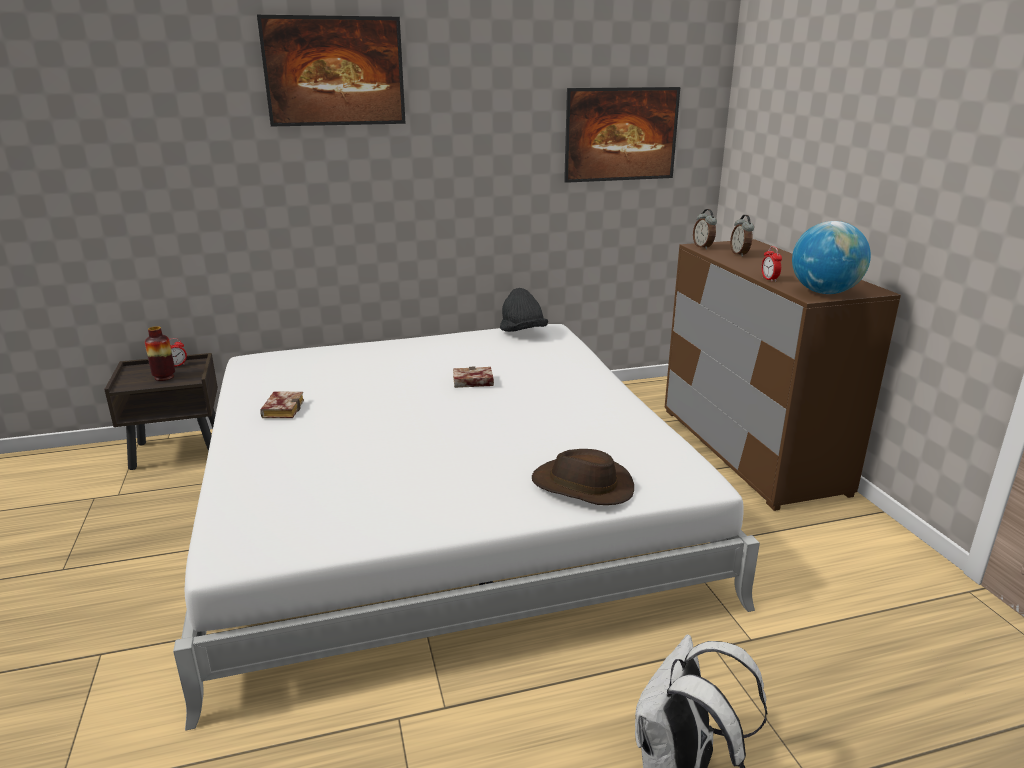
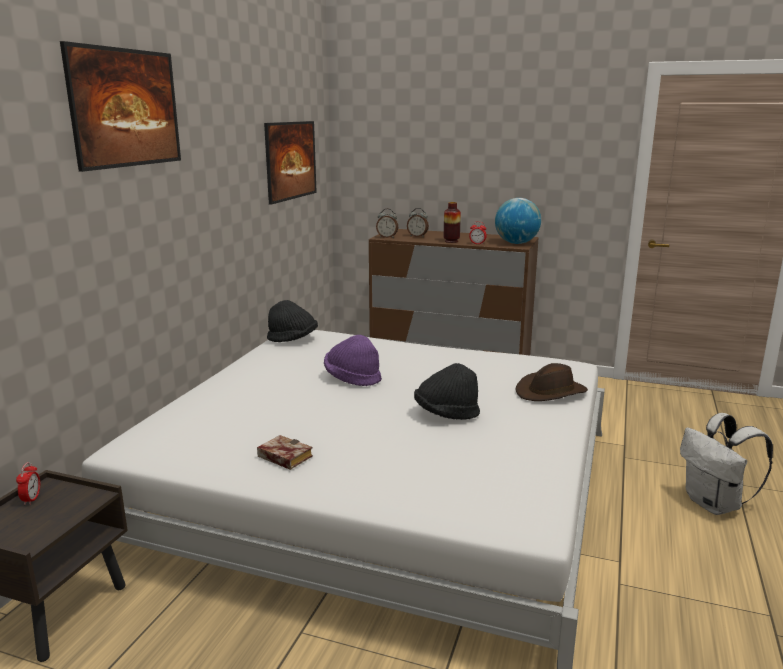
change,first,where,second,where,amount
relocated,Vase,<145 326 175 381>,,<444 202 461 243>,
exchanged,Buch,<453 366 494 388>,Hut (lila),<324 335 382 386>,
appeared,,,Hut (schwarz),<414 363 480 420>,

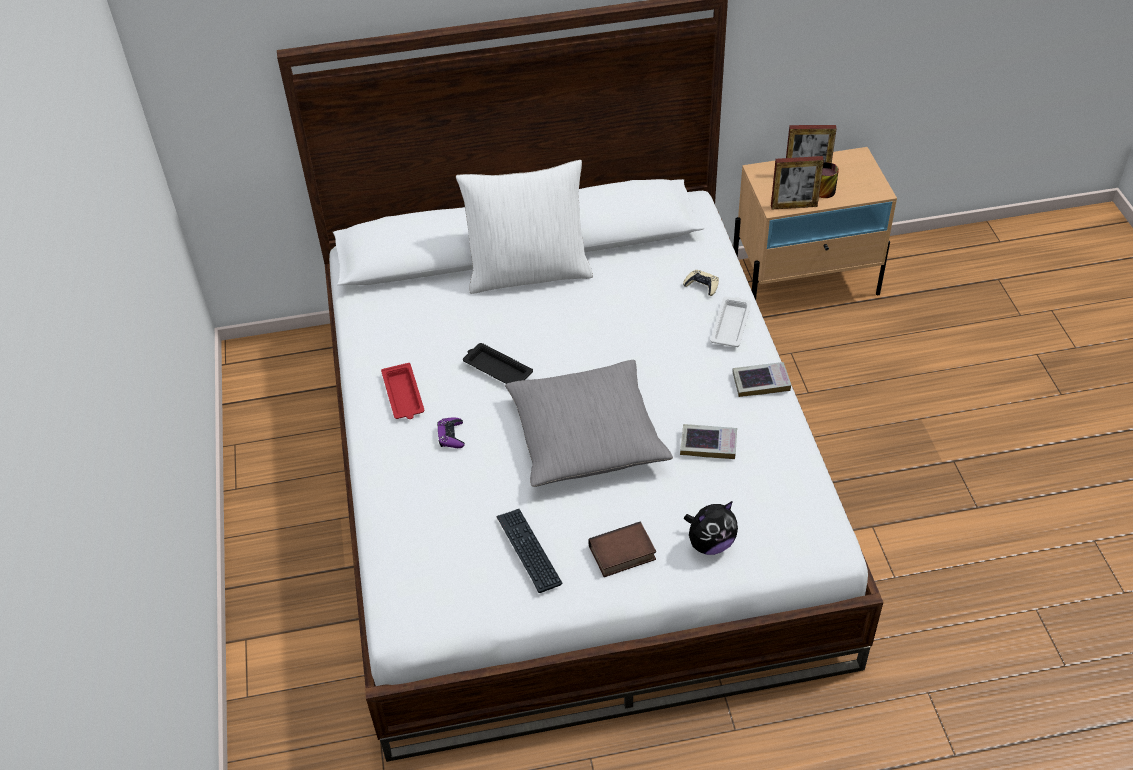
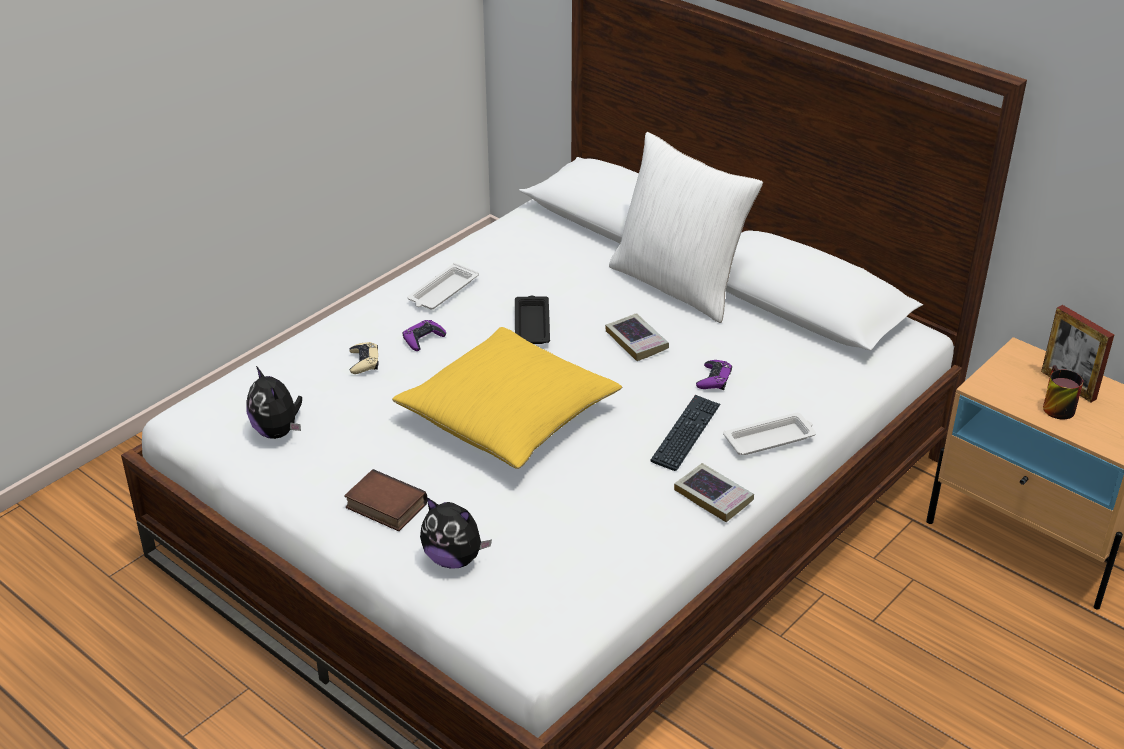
change,first,where,second,where,amount
missing,Bilderrahmen,<771 156 824 210>,,,
relocated,Gamepad (beige),<683 270 719 296>,,<349 342 378 374>,
colour,Kissen (grau),<505 360 673 487>,Kissen (gelb),<392 327 622 469>,
colour,Tablett (rot),<381 363 424 419>,Tablett (weiß),<407 263 479 310>,
relocated,Buch,<680 424 737 459>,,<605 313 669 361>,
relocated,Tastatur,<496 509 562 593>,,<650 395 721 471>,
appeared,,,Gamepad (lila),<696 360 732 390>,
appeared,,,Plüschtier,<247 366 302 439>,

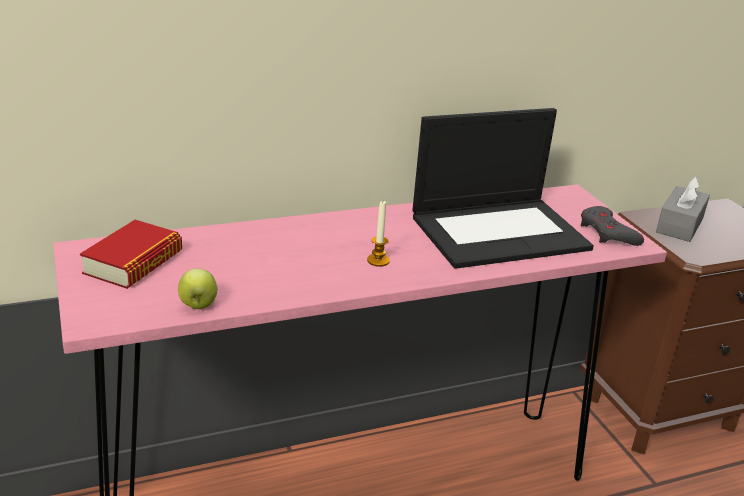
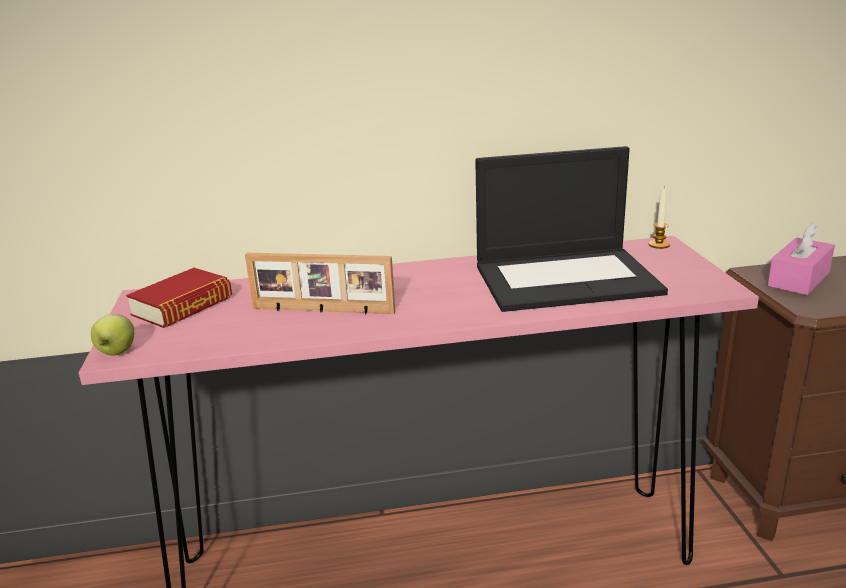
change,first,where,second,where,amount
colour,Taschentuchbox (grau),<656 177 710 242>,Taschentuchbox (rosa),<767 223 835 295>,
relocated,Kerze,<367 201 390 267>,,<648 187 670 249>,
missing,Gamepad (grau),<581 206 644 246>,,,
relocated,Apfel,<178 269 217 309>,,<91 314 134 356>,
appeared,,,Bilderrahmen,<245 253 395 314>,

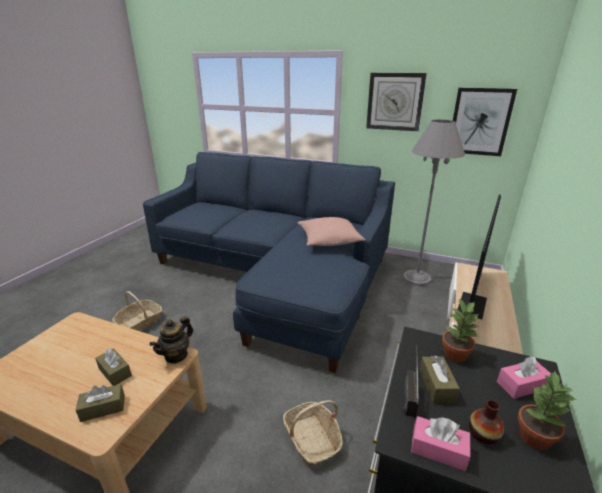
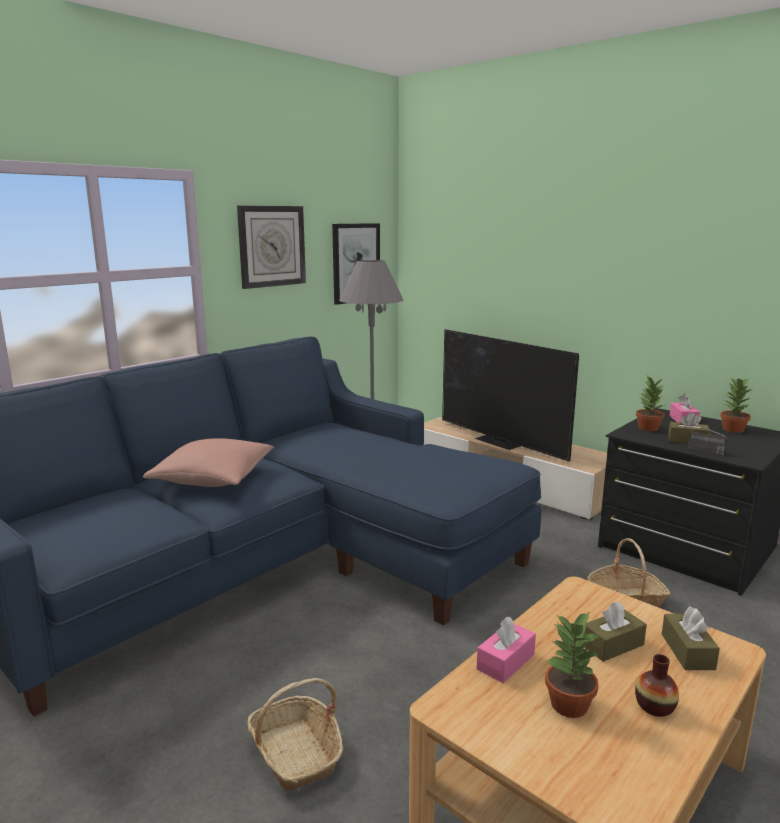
change,first,where,second,where,amount
relocated,Kissen (rosa),<297 217 365 246>,,<143 438 274 487>,
missing,Teekanne,<149 316 193 364>,,,
relocated,Vase,<469 400 504 445>,,<635 654 679 717>,
relocated,Taschentuchbox (rosa),<411 416 470 471>,,<477 617 536 683>,
appeared,,,Topfpflanze,<545 612 601 718>,

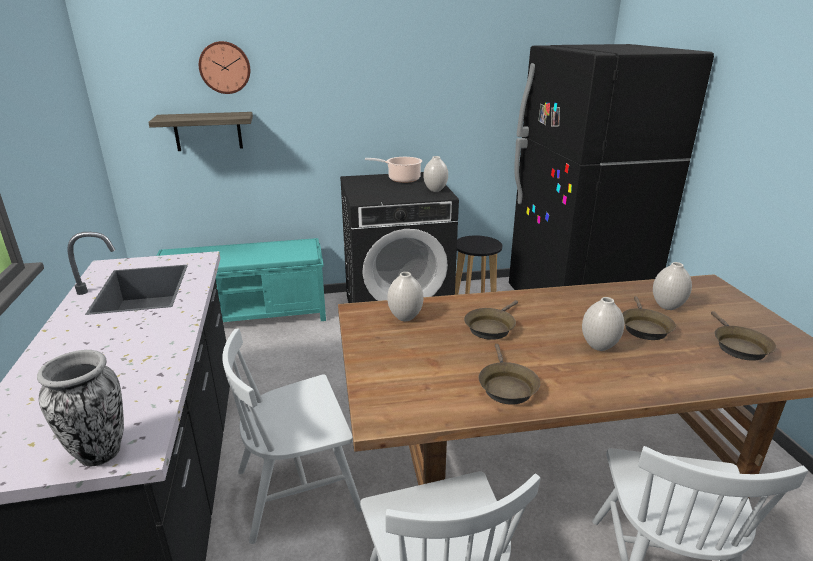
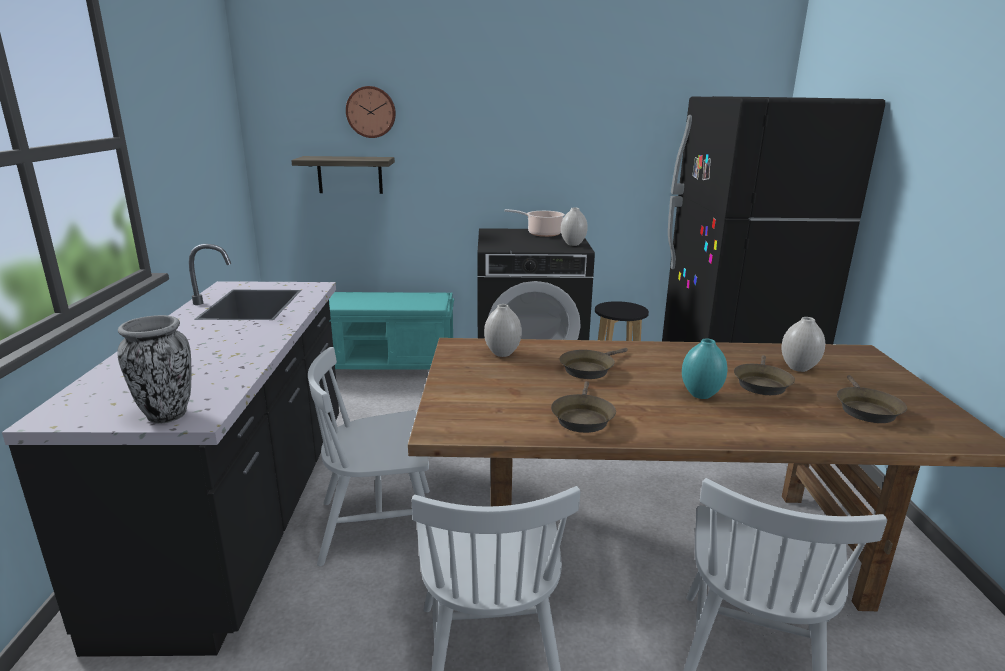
change,first,where,second,where,amount
colour,Vase (weiß),<582 297 624 351>,Vase (türkis),<682 339 727 399>,

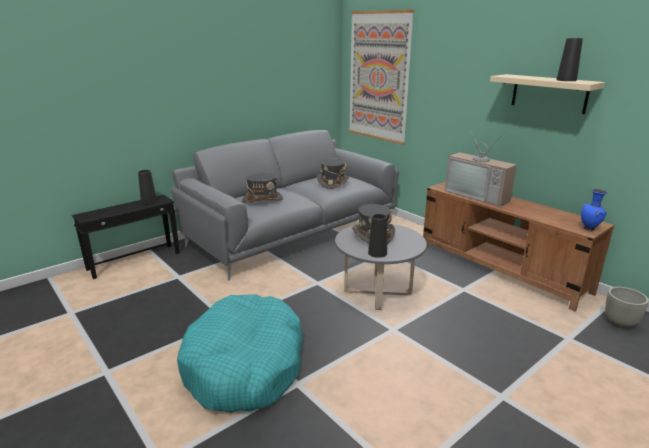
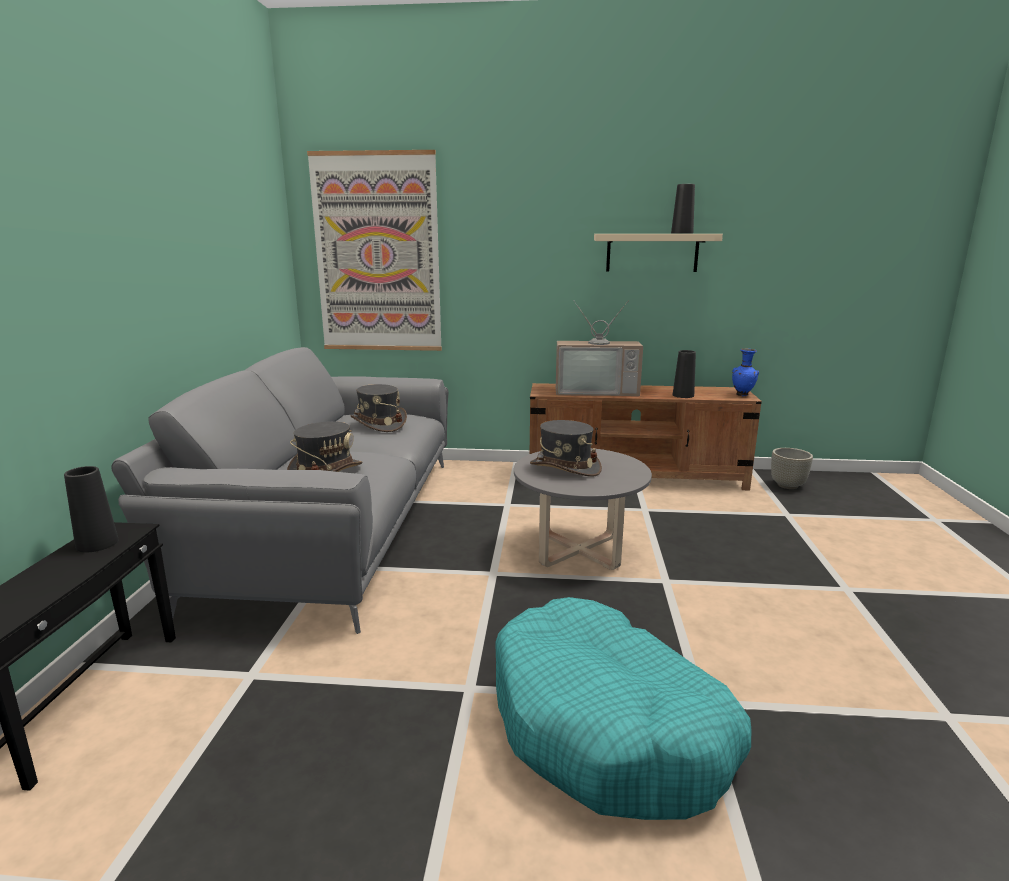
change,first,where,second,where,amount
relocated,Vase (schwarz),<368 214 387 258>,,<673 350 696 398>,

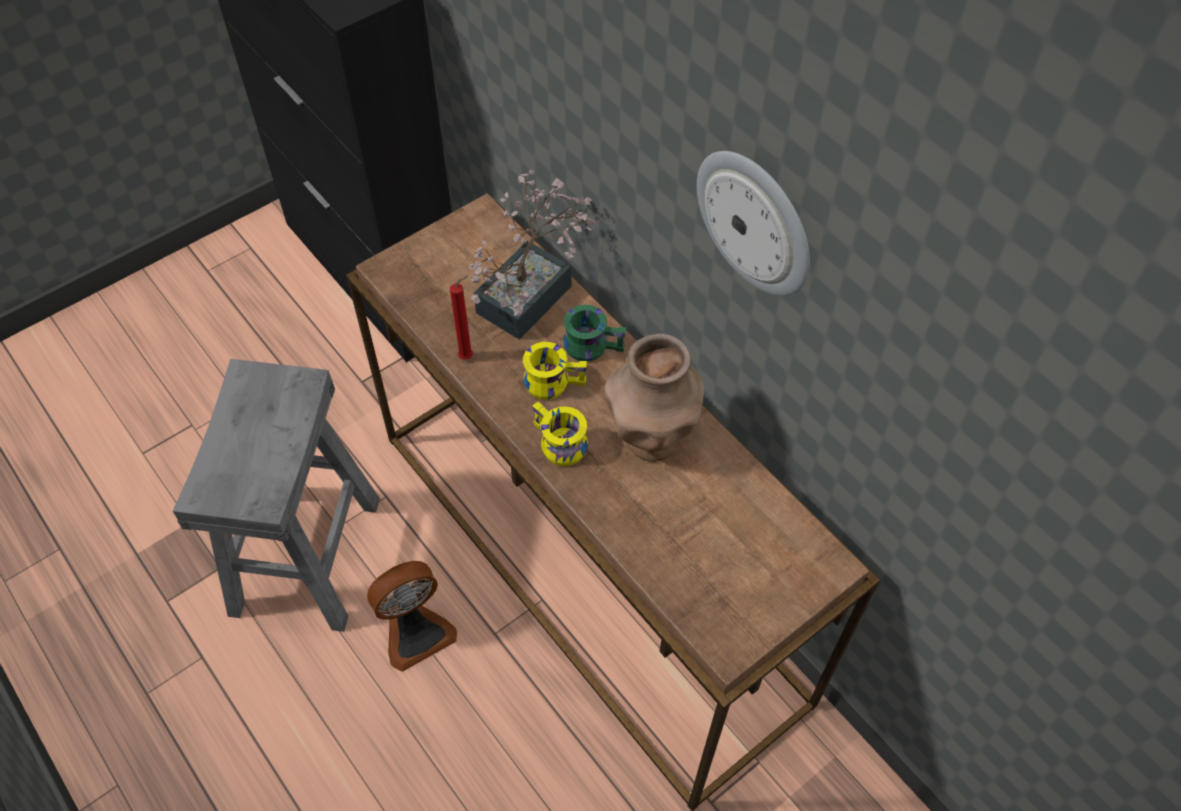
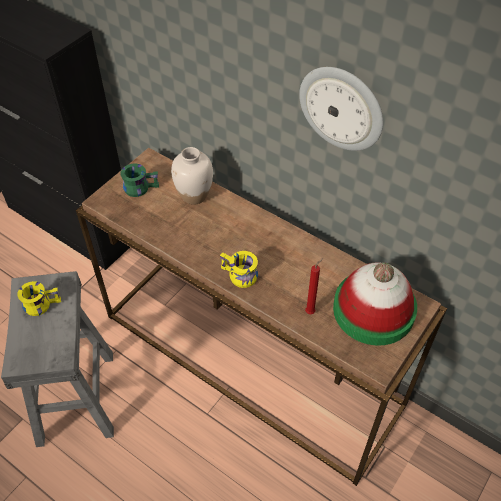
change,first,where,second,where,amount
exchanged,Topfpflanze,<469 170 596 340>,Vase (weiß),<171 147 213 205>,
relocated,Kerze (rot),<450 275 473 360>,,<305 258 323 314>,
relocated,Henkelbecher (grün),<563 305 627 362>,,<121 163 159 197>,
missing,Vase (braun),<605 334 704 462>,,,
relocated,Henkelbecher (gelb),<523 342 587 400>,,<17 281 61 316>,
missing,Ventilator,<367 561 457 672>,,,
appeared,,,Hut,<333 262 417 346>,

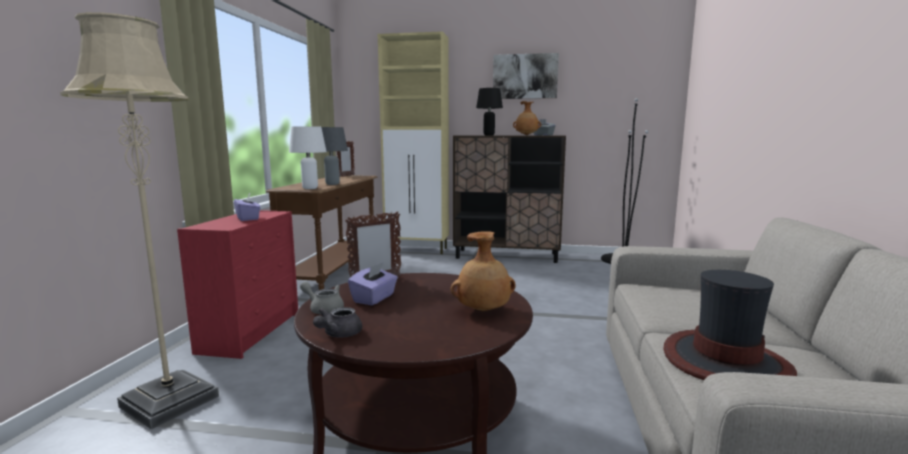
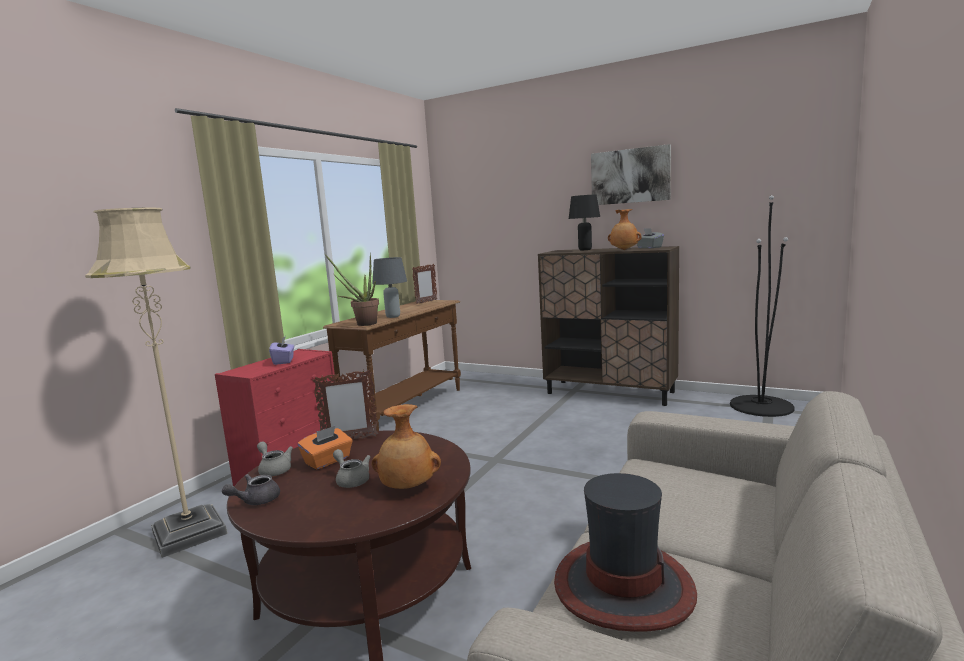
change,first,where,second,where,amount
missing,Schrank (beige),<378 31 449 254>,,,
exchanged,Tischlampe (weiß),<289 126 327 189>,Topfpflanze,<325 253 379 326>,
colour,Taschentuchbox (lila),<348 263 398 305>,Taschentuchbox (orange),<298 426 353 469>,
appeared,,,Teekanne (grau),<333 449 371 488>,

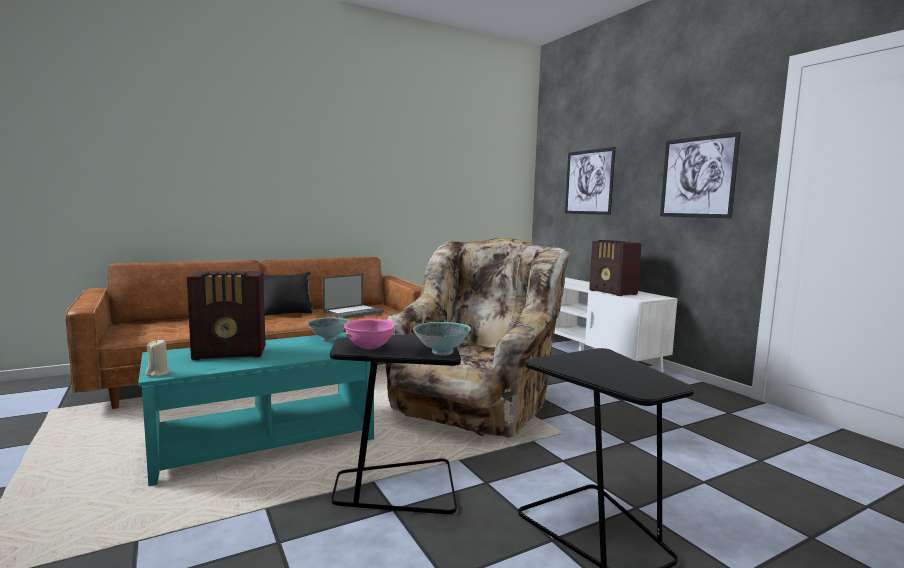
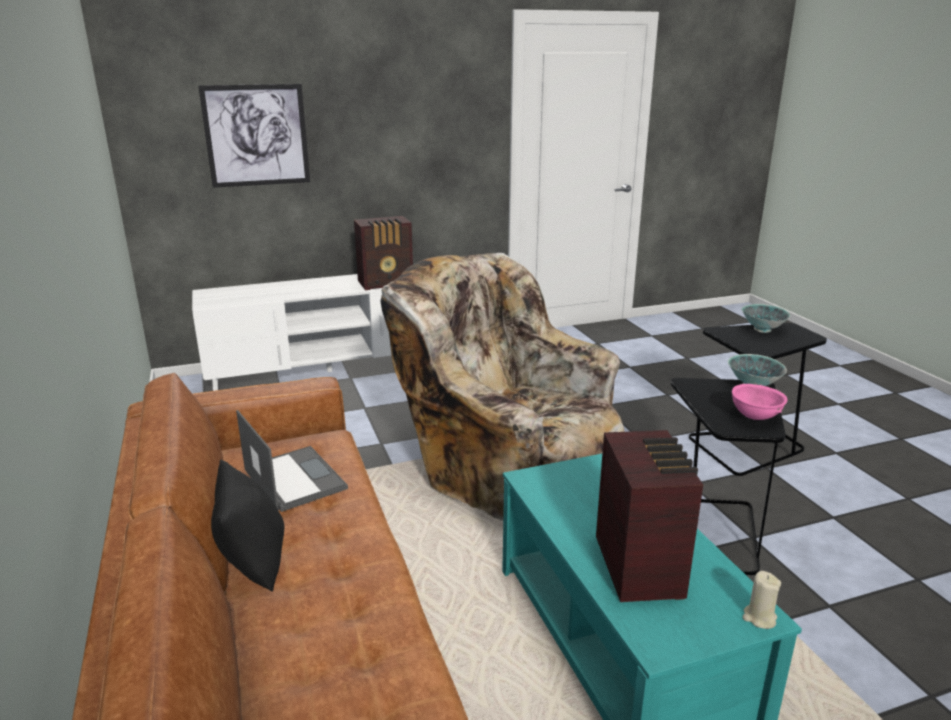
change,first,where,second,where,amount
missing,Bild,<660 132 741 218>,,,
relocated,Schüssel,<307 318 350 341>,,<741 304 790 333>,

